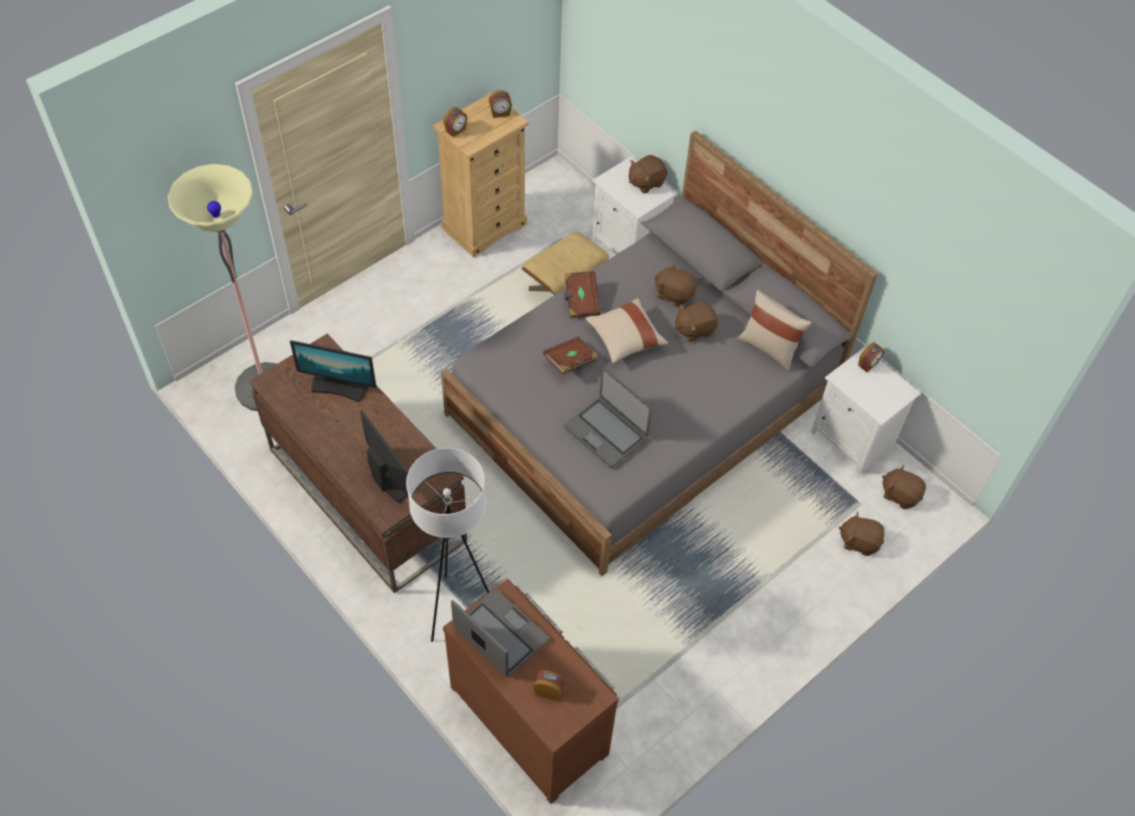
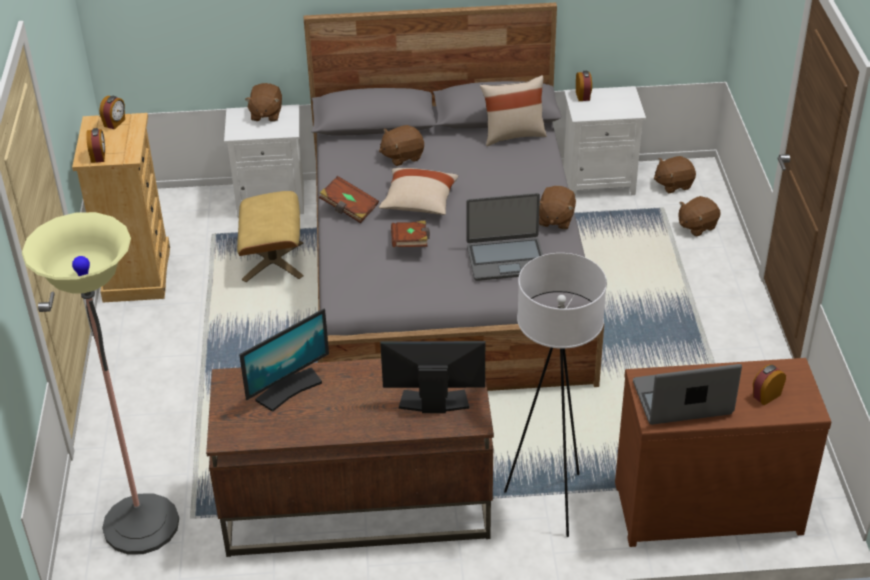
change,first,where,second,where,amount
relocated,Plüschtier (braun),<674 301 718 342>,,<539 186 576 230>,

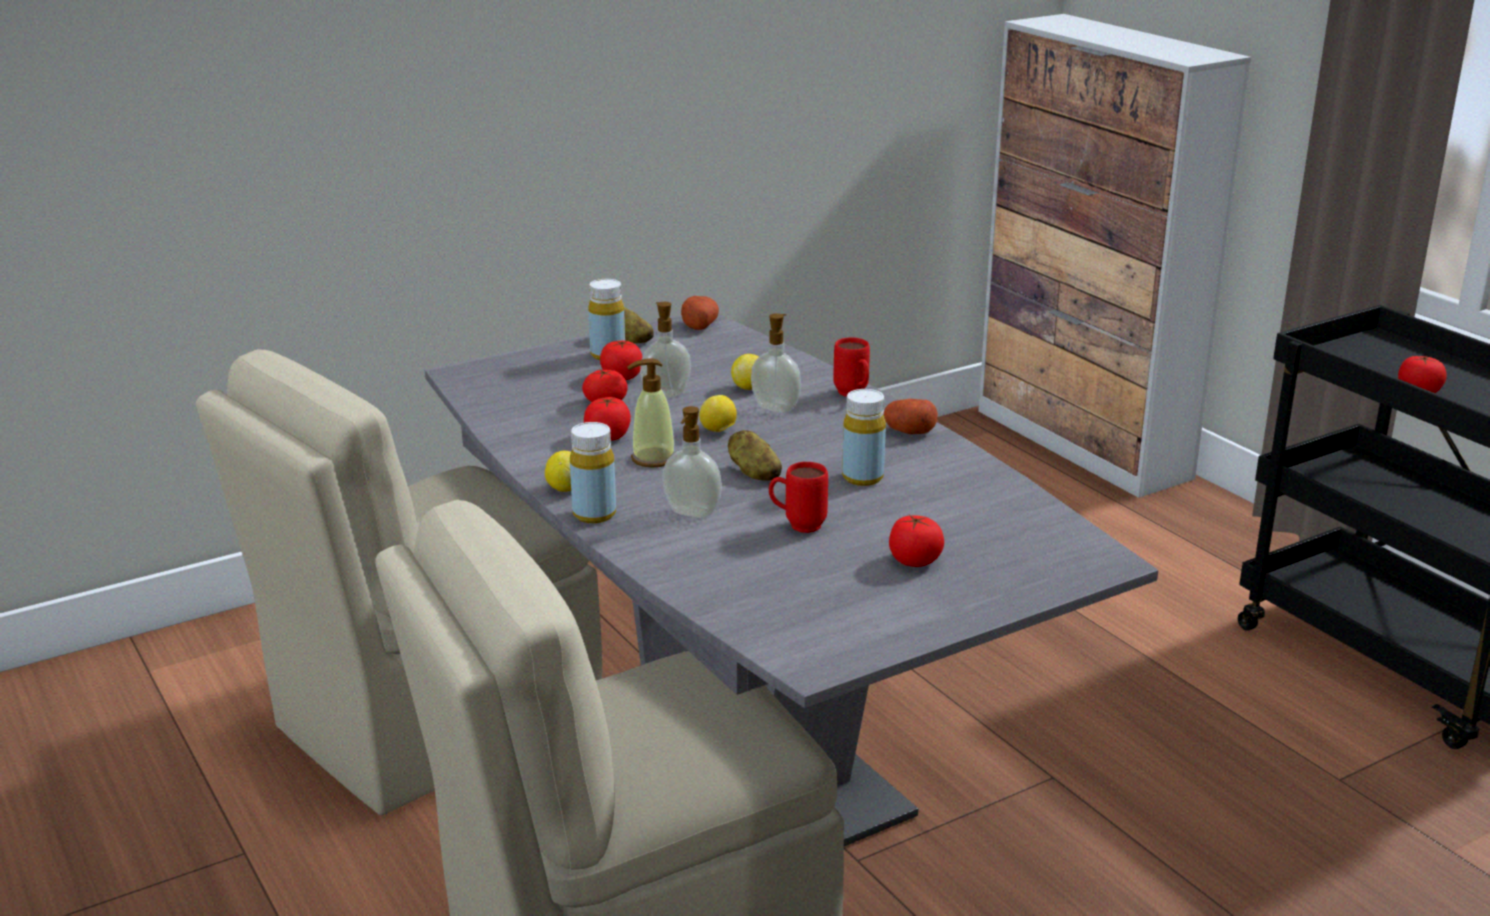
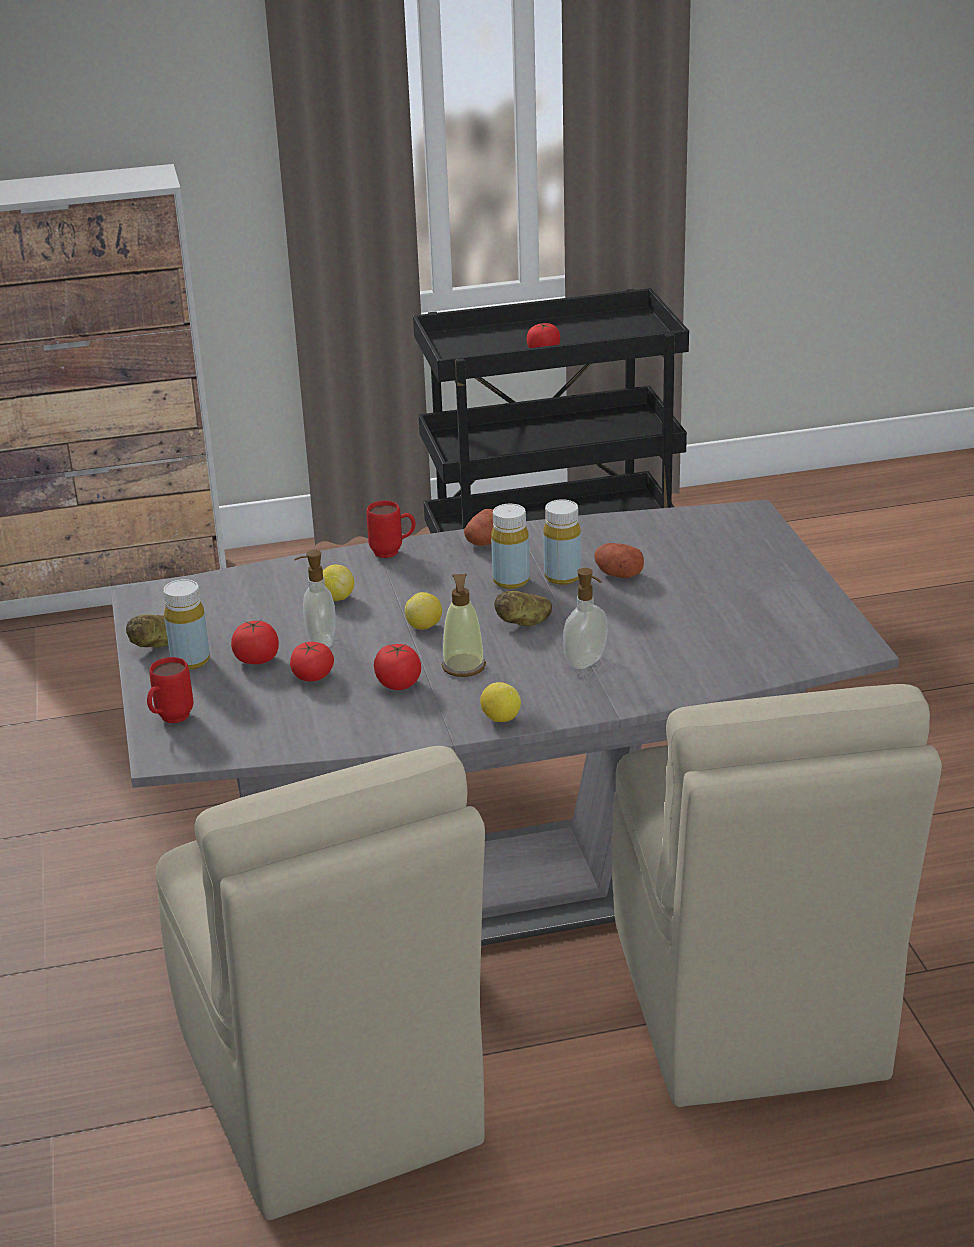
change,first,where,second,where,amount
relocated,Kartoffel,<681 296 719 330>,,<595 543 644 578>,
missing,Seifenspender,<751 313 801 413>,,,
relocated,Flasche (gelb),<570 422 616 523>,,<491 504 530 589>,
relocated,Henkelbecher (rot),<769 462 828 533>,,<147 657 193 723>,
missing,Tomate,<889 515 944 567>,,,

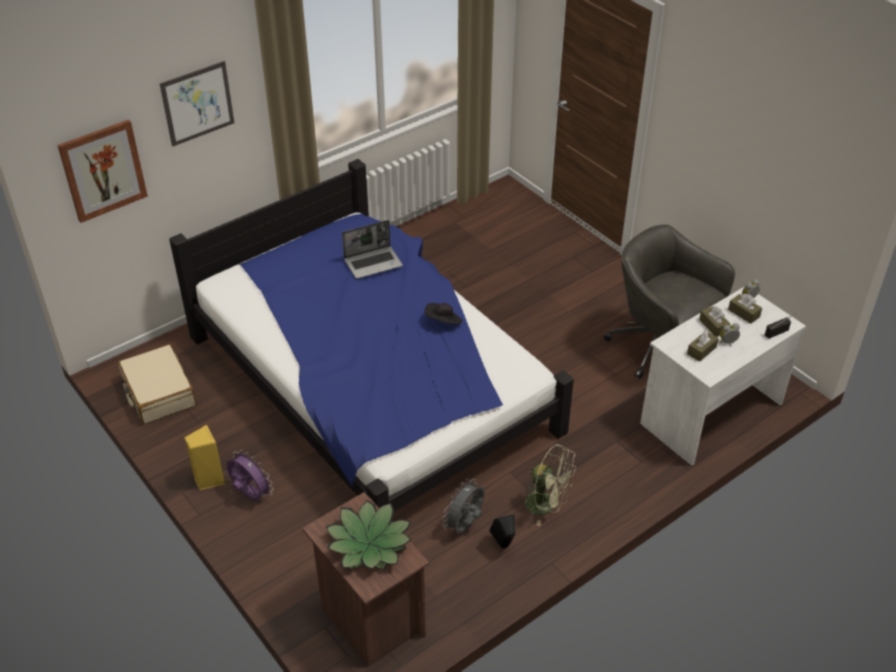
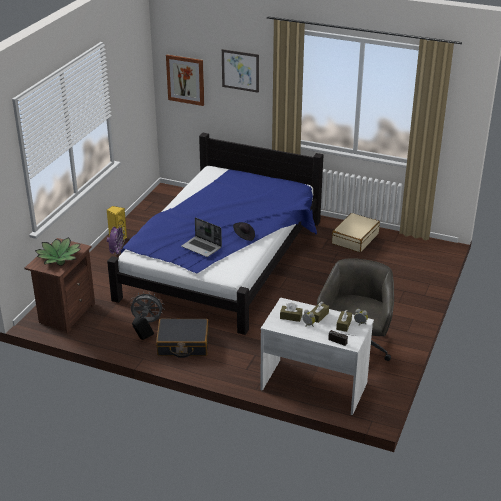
change,first,where,second,where,amount
relocated,Laptop,<342 220 403 279>,,<181 217 222 257>,
relocated,Koffer (beige),<118 344 196 424>,,<332 213 380 253>,
exchanged,Ventilator (grün),<522 444 576 526>,Koffer (schwarz),<156 318 209 358>,

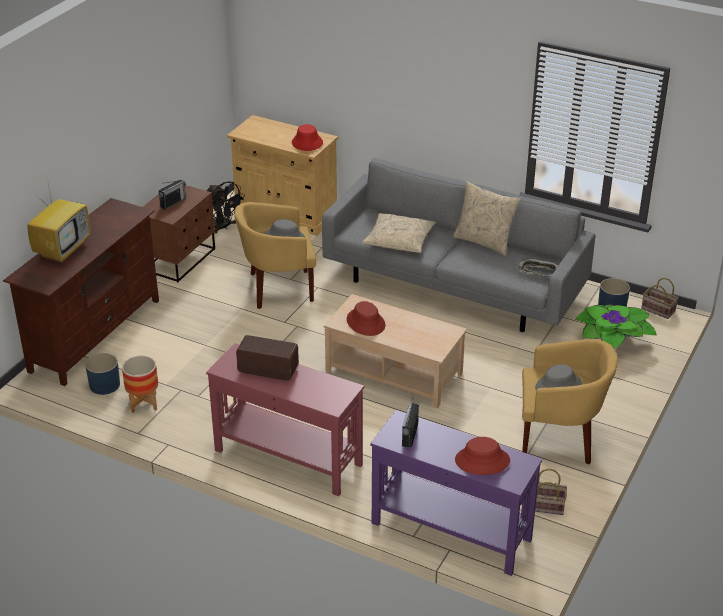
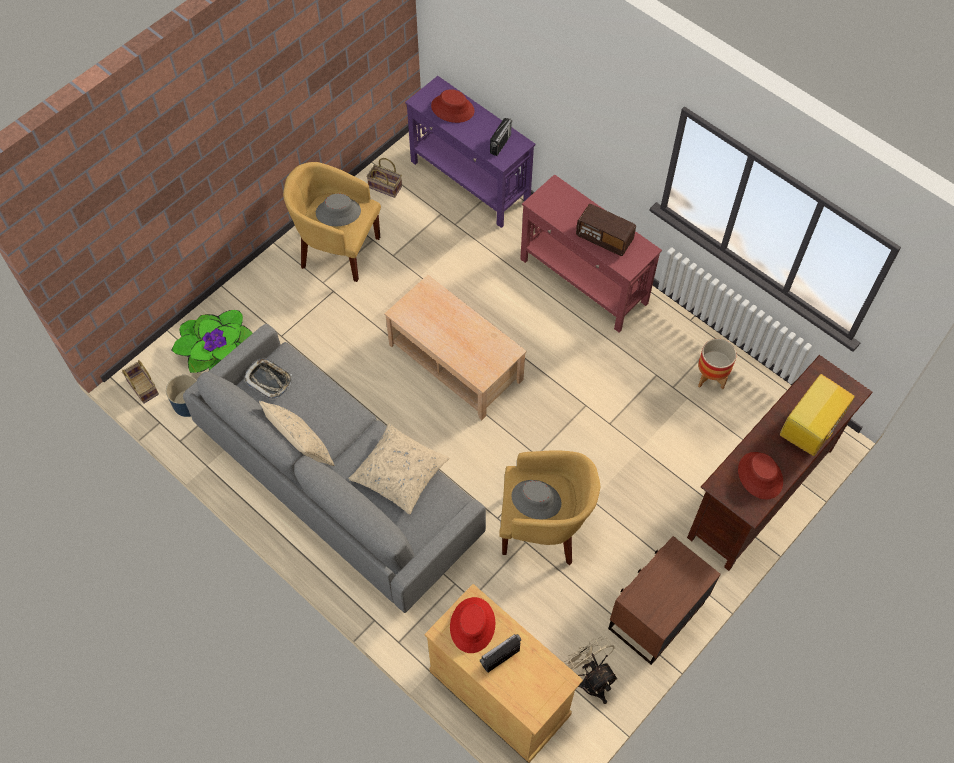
change,first,where,second,where,amount
relocated,Radio,<158 180 186 210>,,<480 634 521 672>,
colour,Ventilator (schwarz),<207 181 245 234>,Ventilator (beige),<564 635 618 704>,
relocated,Hut (rot),<347 301 385 336>,,<738 452 783 499>,
missing,Pflanzkübel (blau),<85 353 120 395>,,,

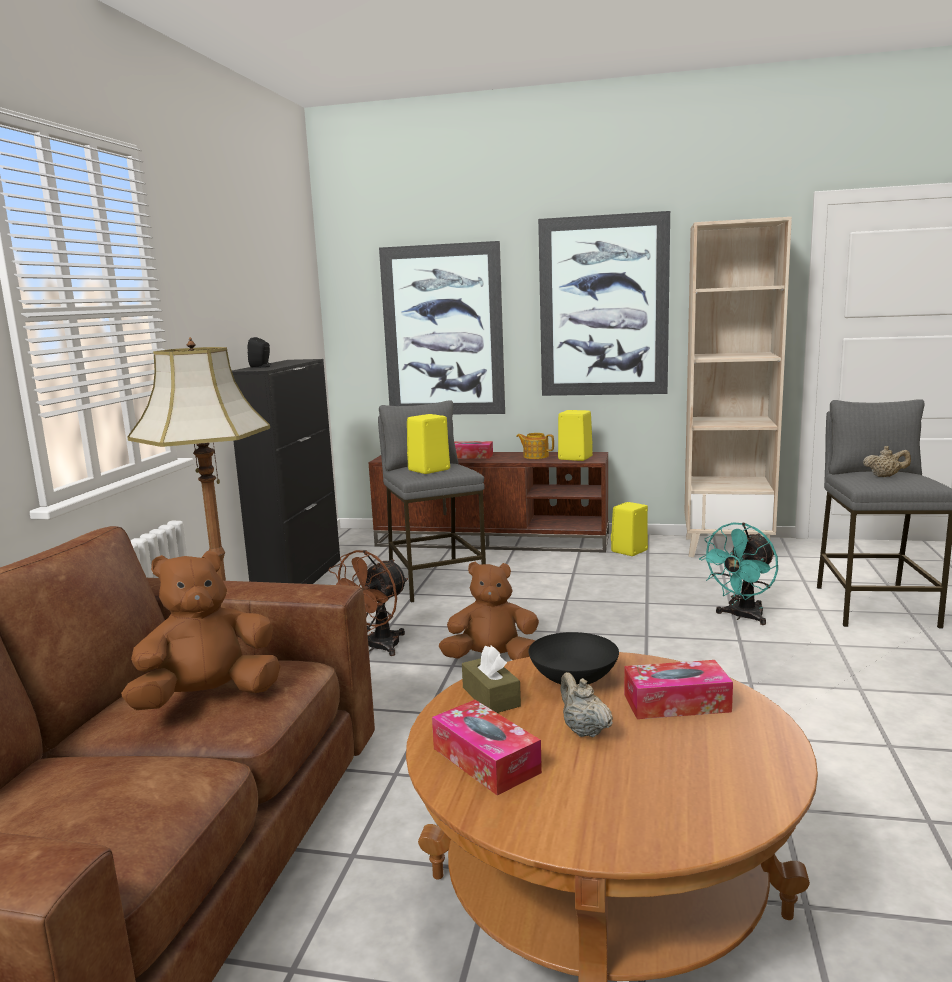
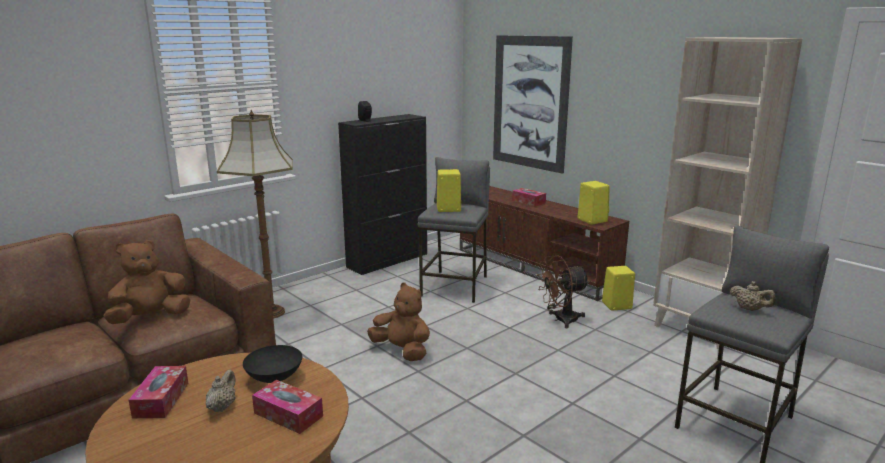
change,first,where,second,where,amount
missing,Bild,<538 211 670 396>,,,
missing,Teekanne,<516 433 554 459>,,,
missing,Ventilator (türkis),<699 522 778 625>,,,
relocated,Ventilator (braun),<329 550 408 656>,,<537 255 590 328>,
spun,Plüschtier (braun),<121 551 281 710>,,<103 240 190 324>,45 degrees counterclockwise
missing,Taschentuchbox (braun),<462 646 521 713>,,,

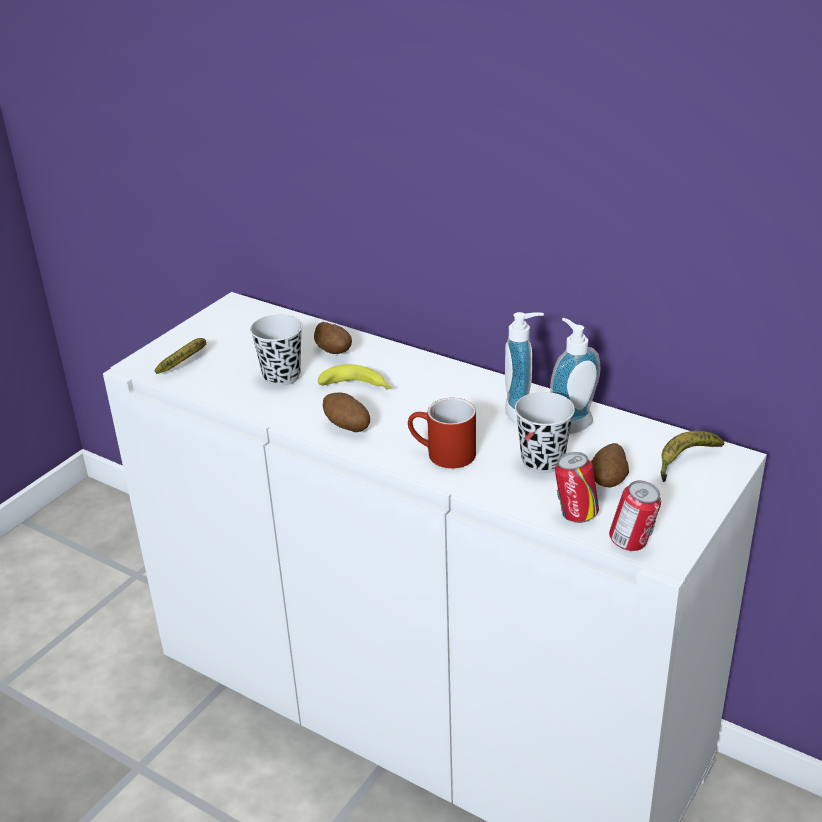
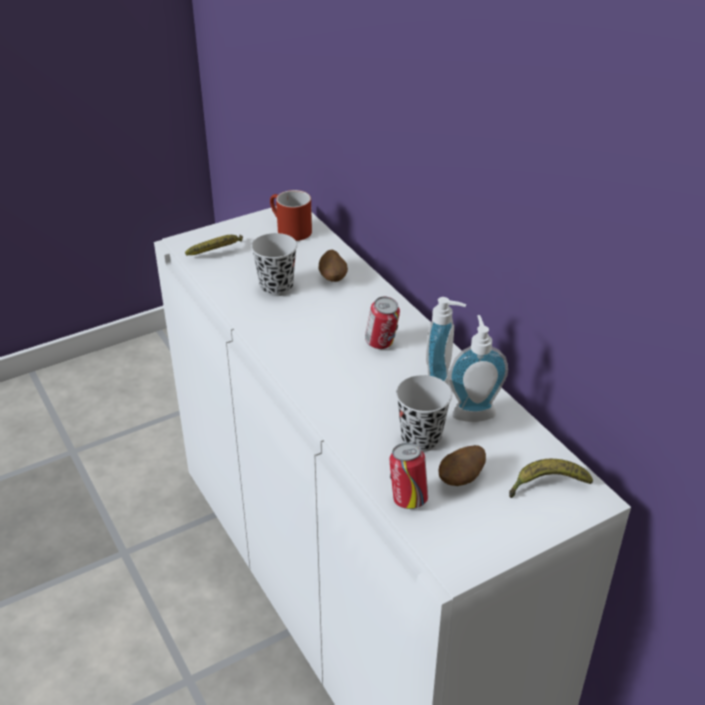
change,first,where,second,where,amount
missing,Banane,<318 364 392 390>,,,
missing,Kartoffel,<323 392 370 432>,,,
relocated,Henkelbecher (rot),<408 398 476 469>,,<270 190 312 241>,
relocated,Dose,<609 480 661 551>,,<365 297 400 349>,

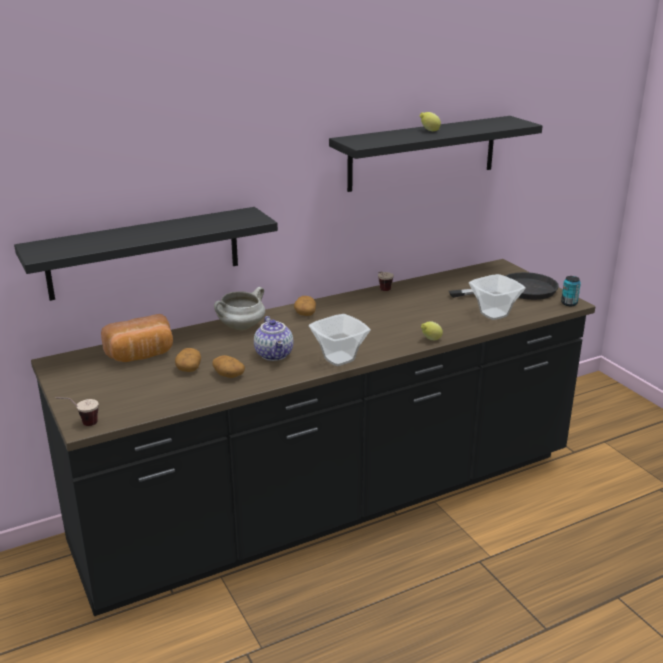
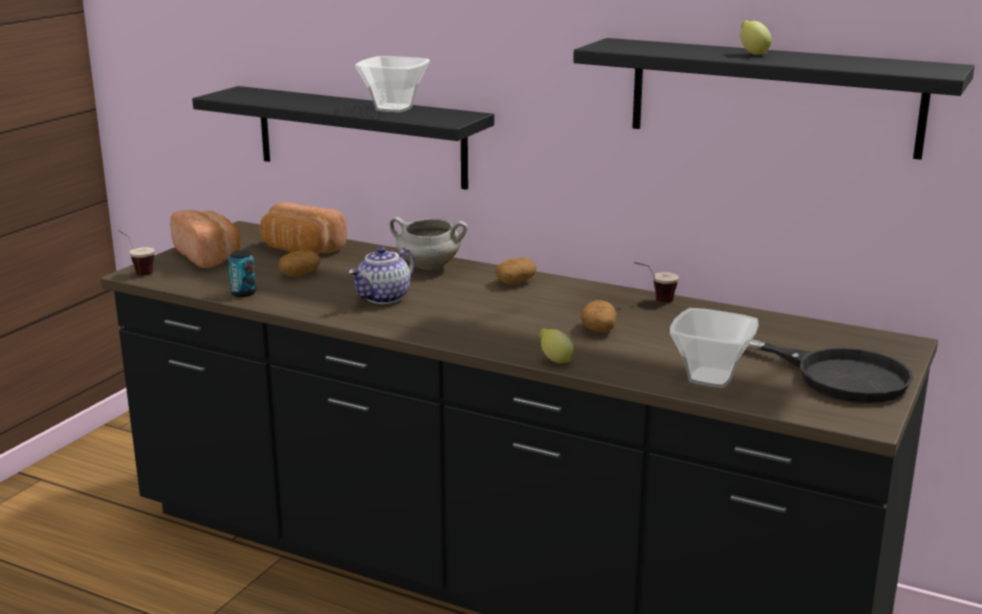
change,first,where,second,where,amount
relocated,Dose,<561 276 581 306>,,<228 250 256 297>,
relocated,Schüssel,<309 314 371 366>,,<355 56 430 112>,
relocated,Kartoffel,<212 355 245 378>,,<580 300 617 332>,
appeared,,,Brot,<170 210 241 268>,

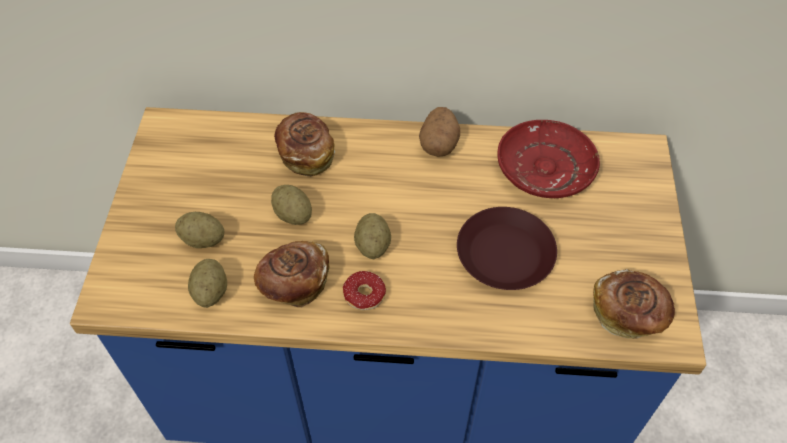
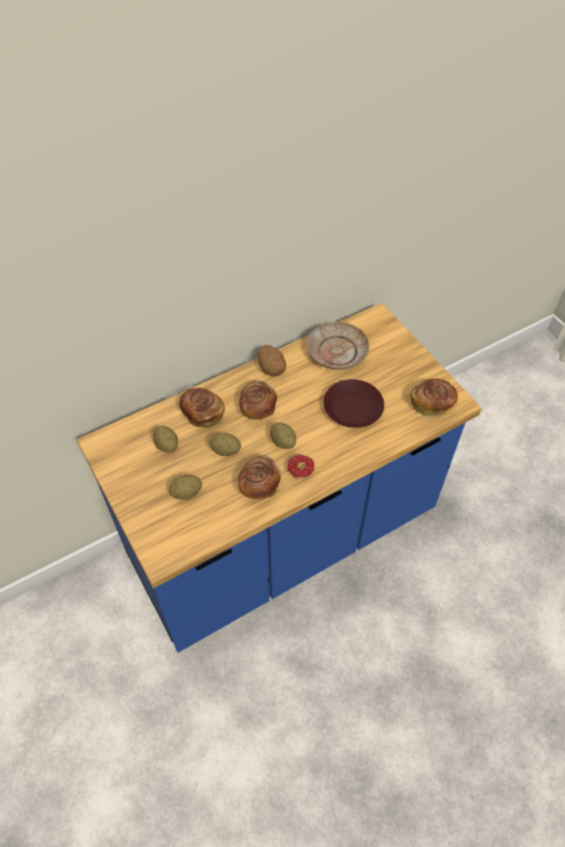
change,first,where,second,where,amount
colour,Teller (rot),<497 120 600 198>,Teller (beige),<307 322 369 370>,
relocated,Kartoffel,<188 259 227 308>,,<153 426 178 452>,
appeared,,,Brot,<239 380 277 420>,

